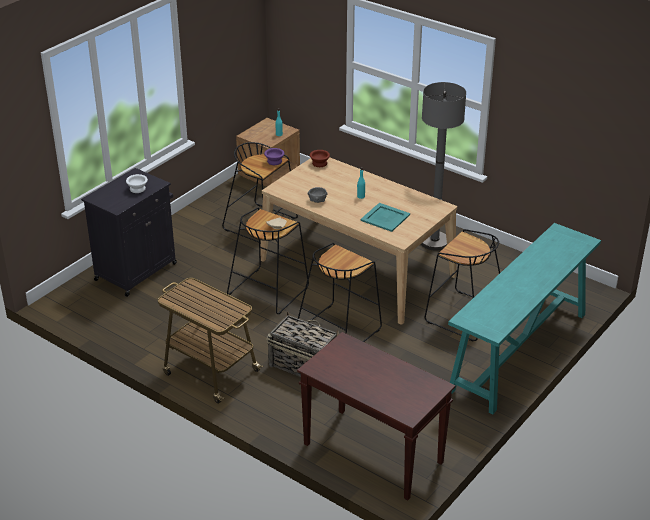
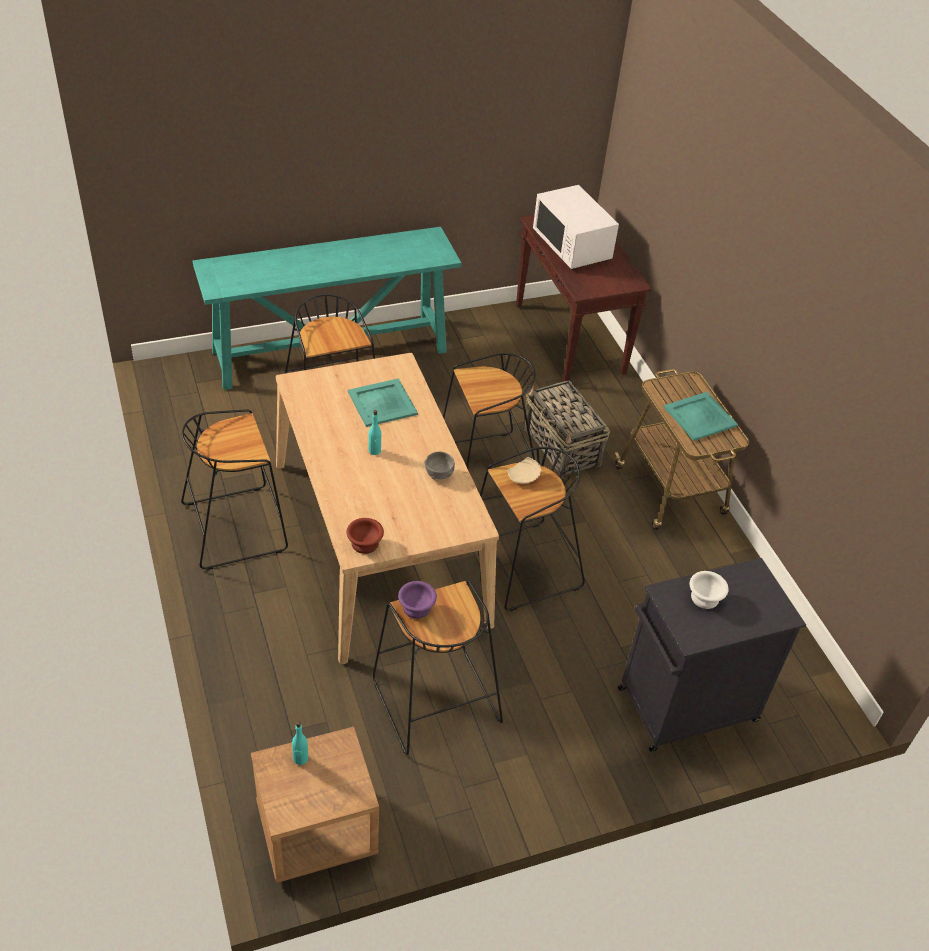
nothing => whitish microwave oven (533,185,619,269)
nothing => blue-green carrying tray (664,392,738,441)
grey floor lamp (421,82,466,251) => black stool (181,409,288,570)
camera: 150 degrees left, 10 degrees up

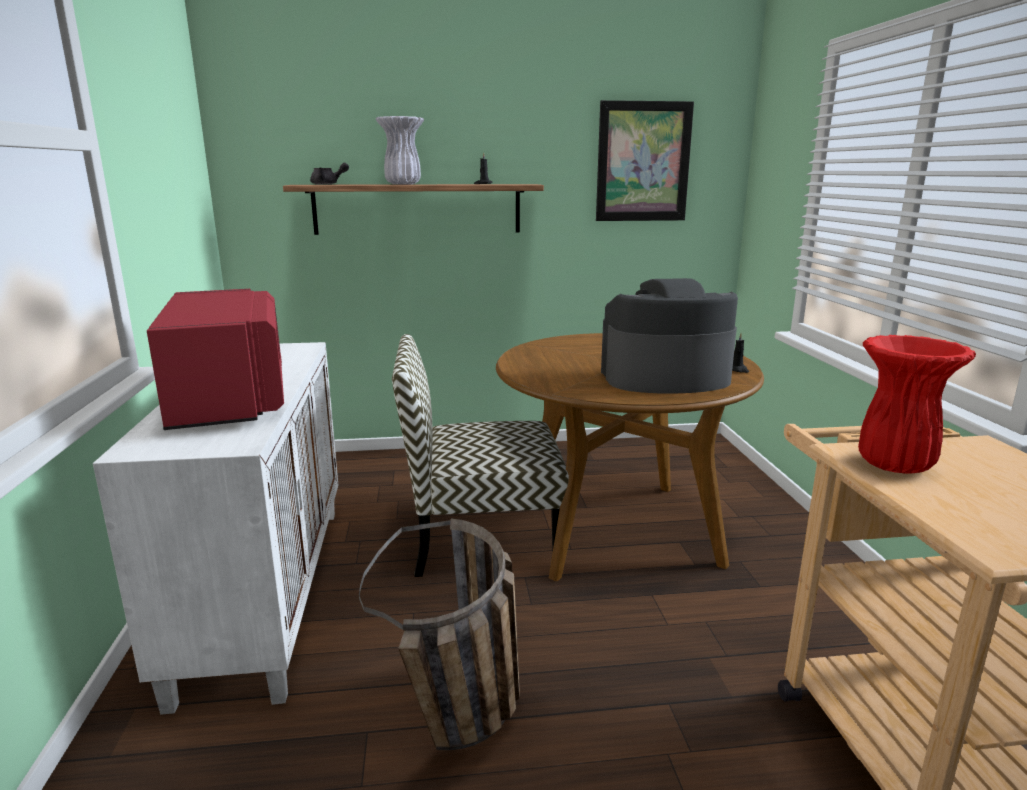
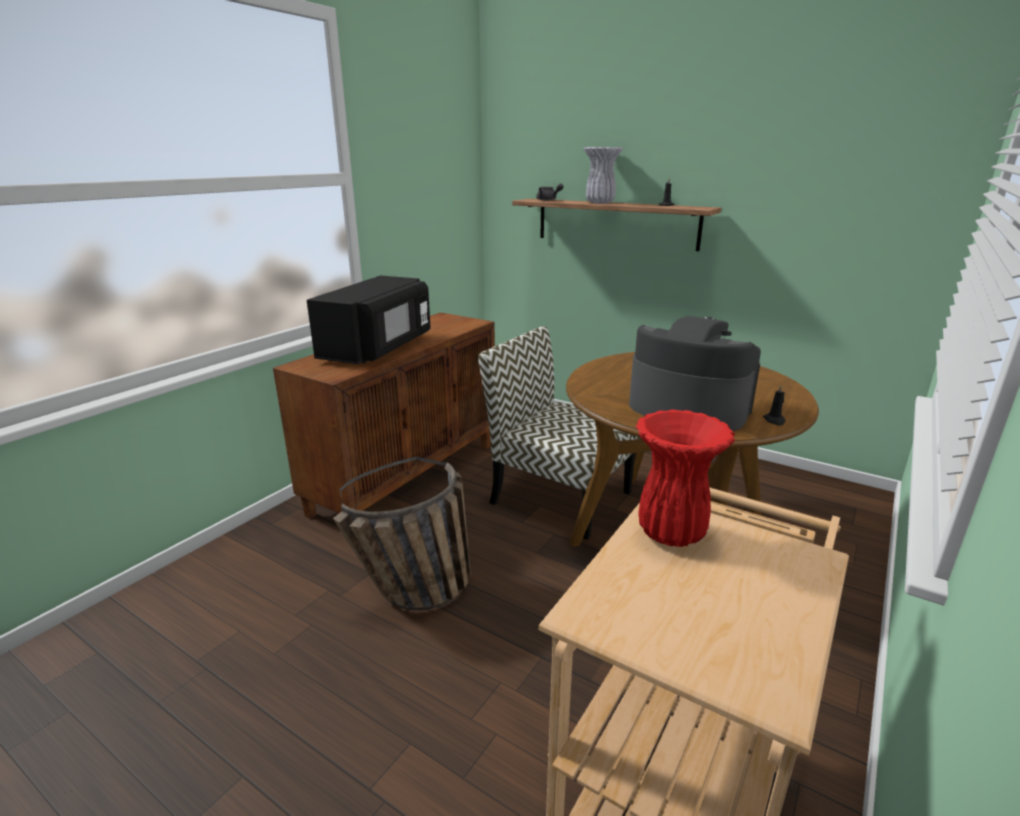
wall art (596,100,694,221) => nothing
whitish storage cabinet (93,342,338,715) => brownish storage cabinet (273,312,495,519)
red-coloured microwave oven (147,289,284,430) => black microwave oven (307,275,431,364)
camera: 40 degrees right, 5 degrees up

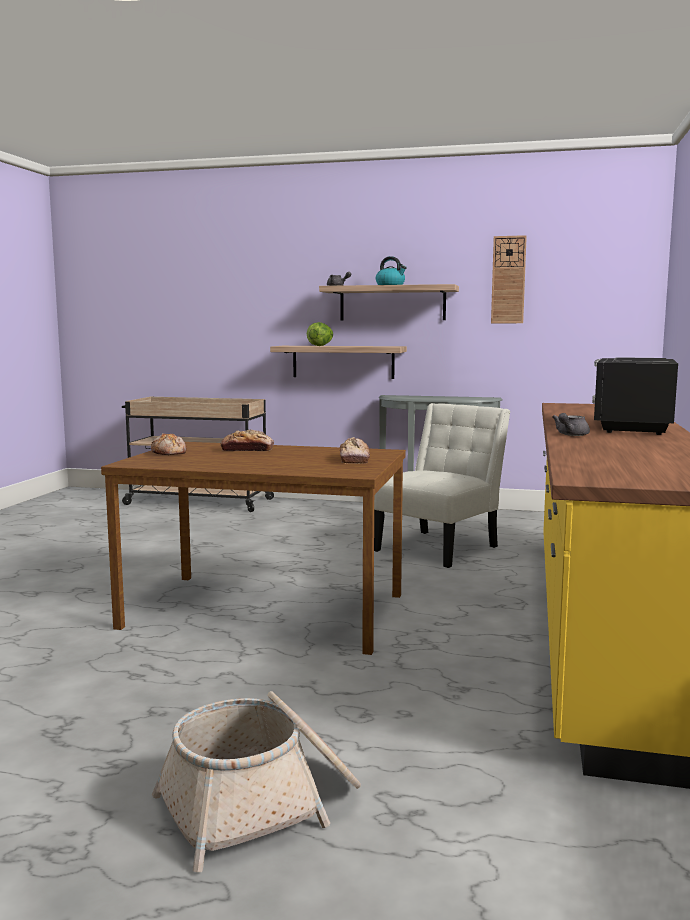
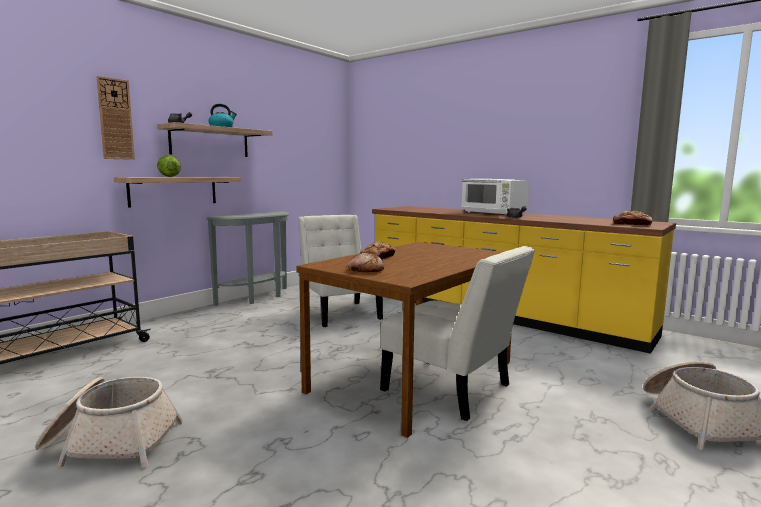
nothing => household basket (35,377,183,468)
nothing => whitish upright chair (380,246,535,421)
baked bread (340,437,370,464) => baked bread (613,211,653,226), moved
clock on the wall (491,235,527,323) => clock on the wall (96,76,135,160), moved
black microwave oven (592,357,678,435) => whitish microwave oven (461,179,530,214)
camera: 65 degrees left, 0 degrees up

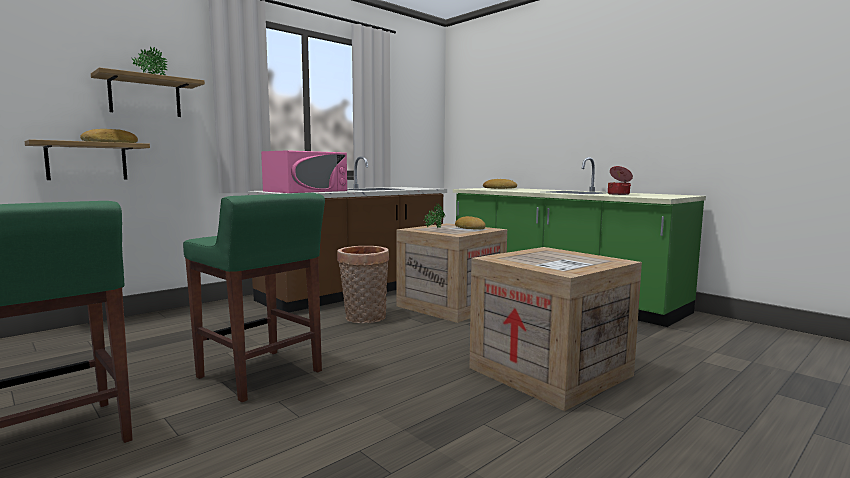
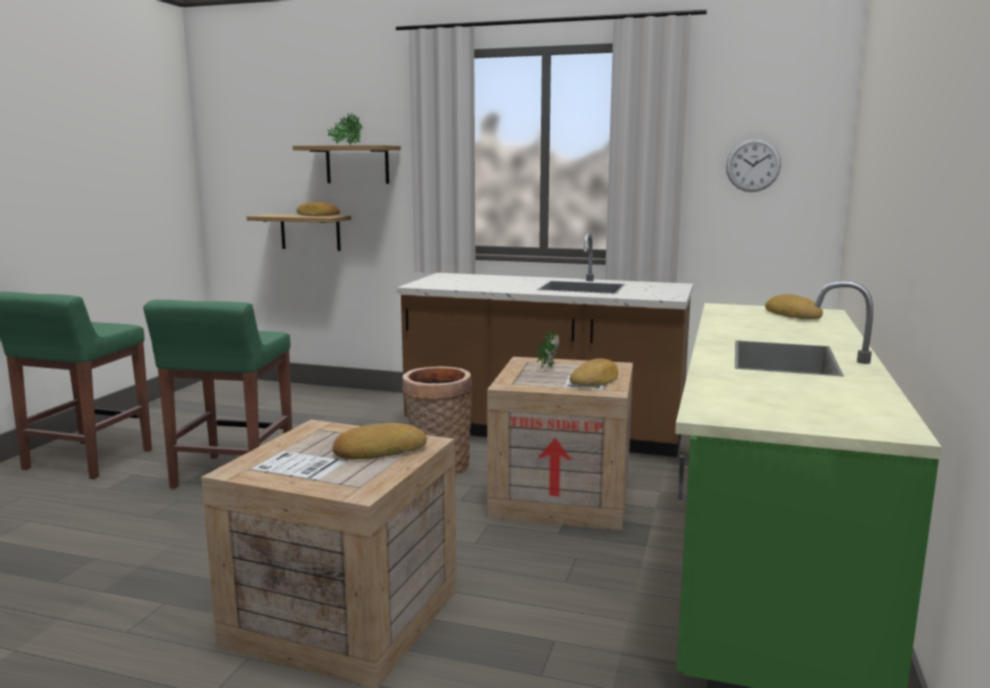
pinkish microwave oven (261,150,347,193) => nothing
saucepot (608,166,633,195) => nothing
nothing => baked bread (332,423,427,459)
nothing => clock on the wall (726,138,781,192)
camera: 60 degrees right, 5 degrees up

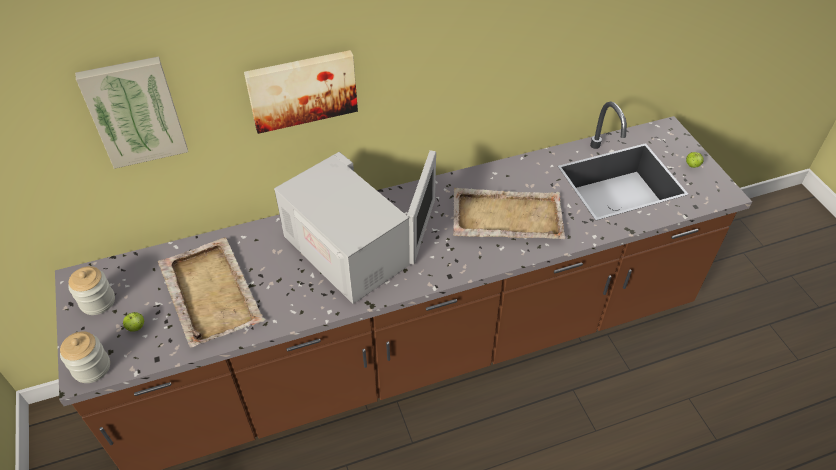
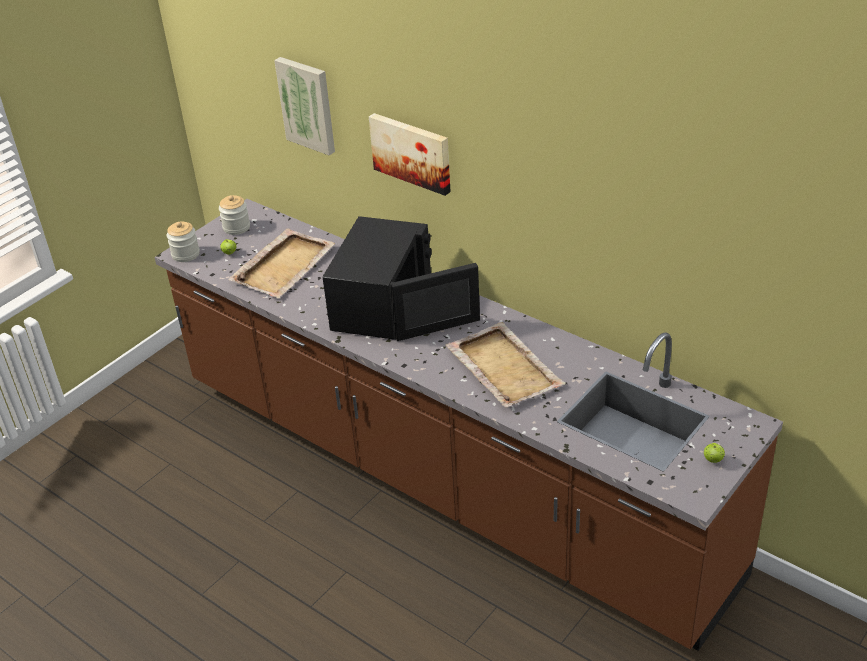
whitish microwave oven (274,150,436,304) => black microwave oven (322,216,480,341)
camera: 60 degrees right, 10 degrees down

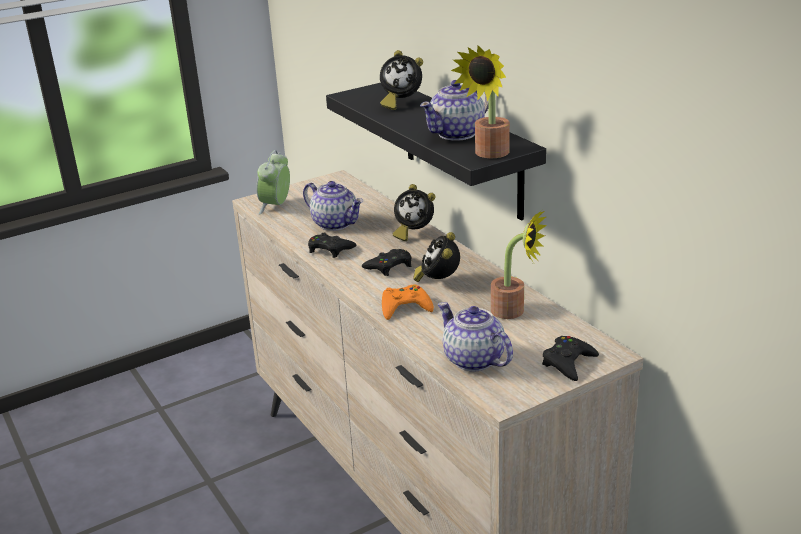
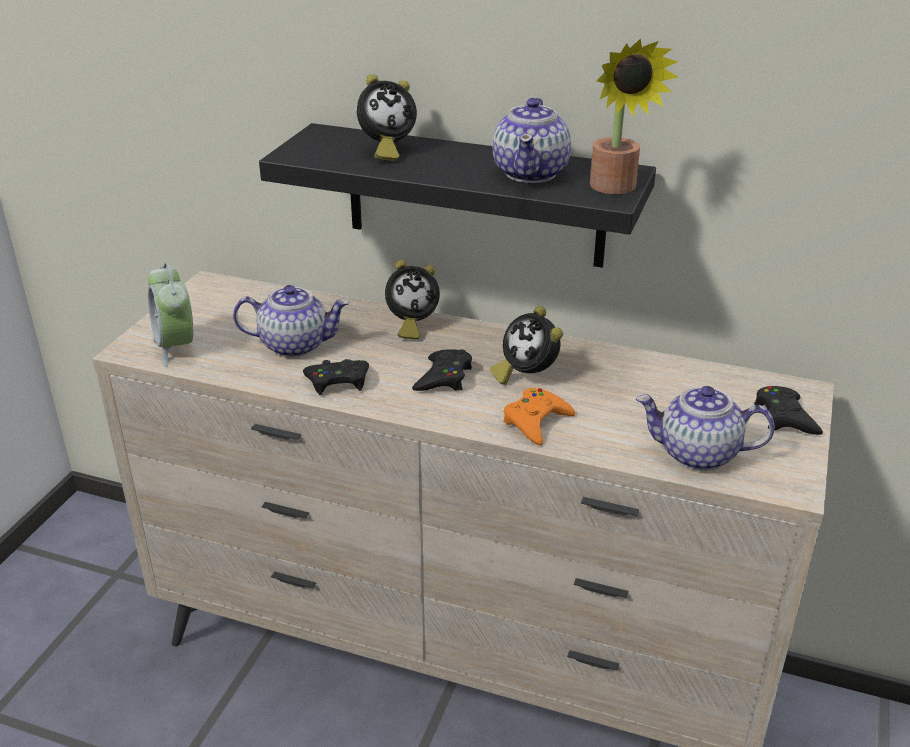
houseplant (491,211,547,319) => nothing
camera: 40 degrees left, 5 degrees up

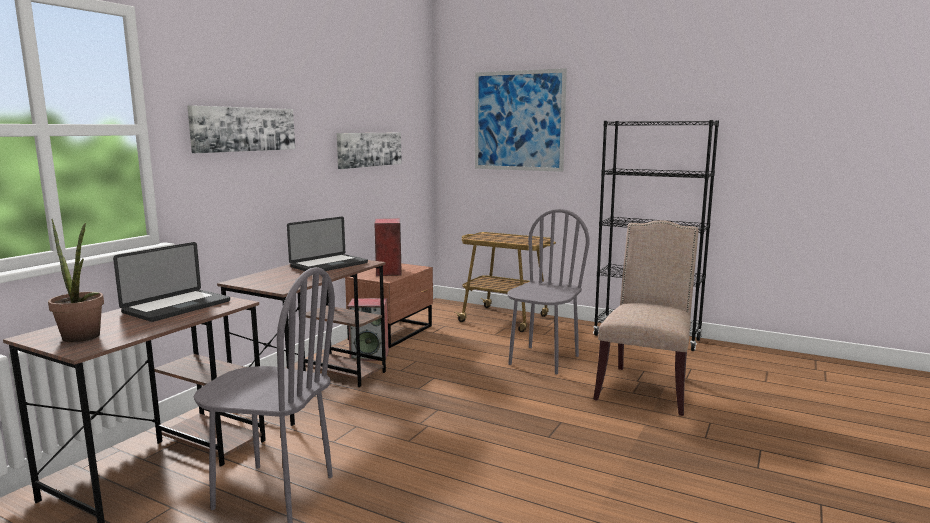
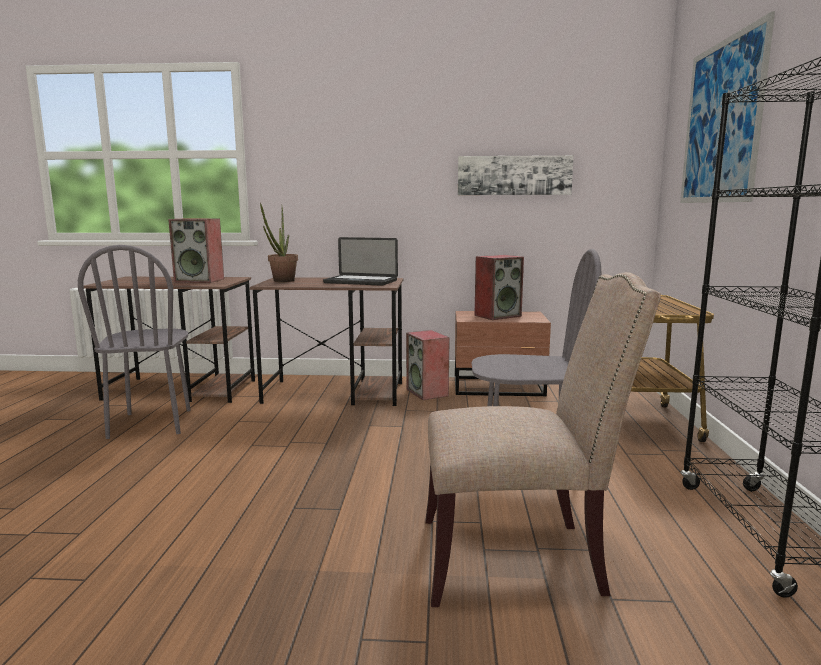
wall art (187,105,295,153) => nothing
houseplant (48,219,104,343) => houseplant (260,203,298,282), moved
laptop (113,242,230,322) => loudspeaker (168,219,224,283)
camera: 65 degrees right, 0 degrees up

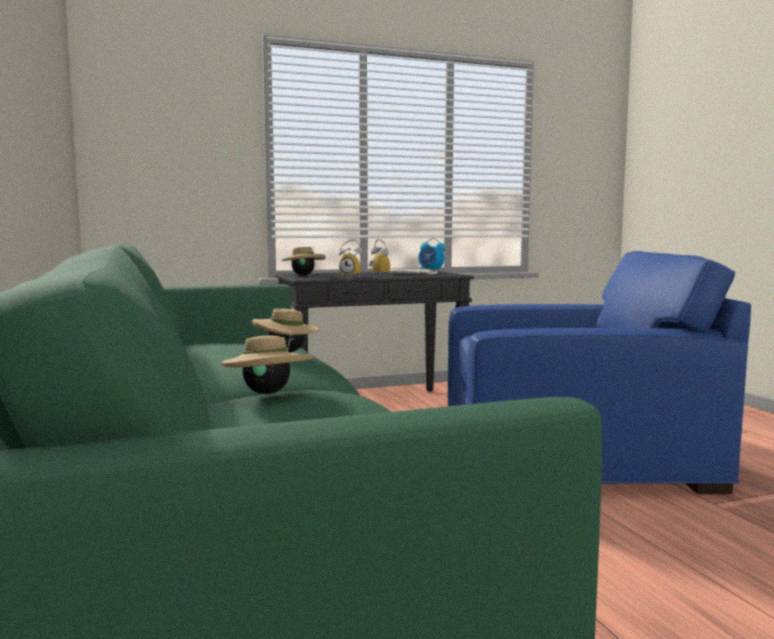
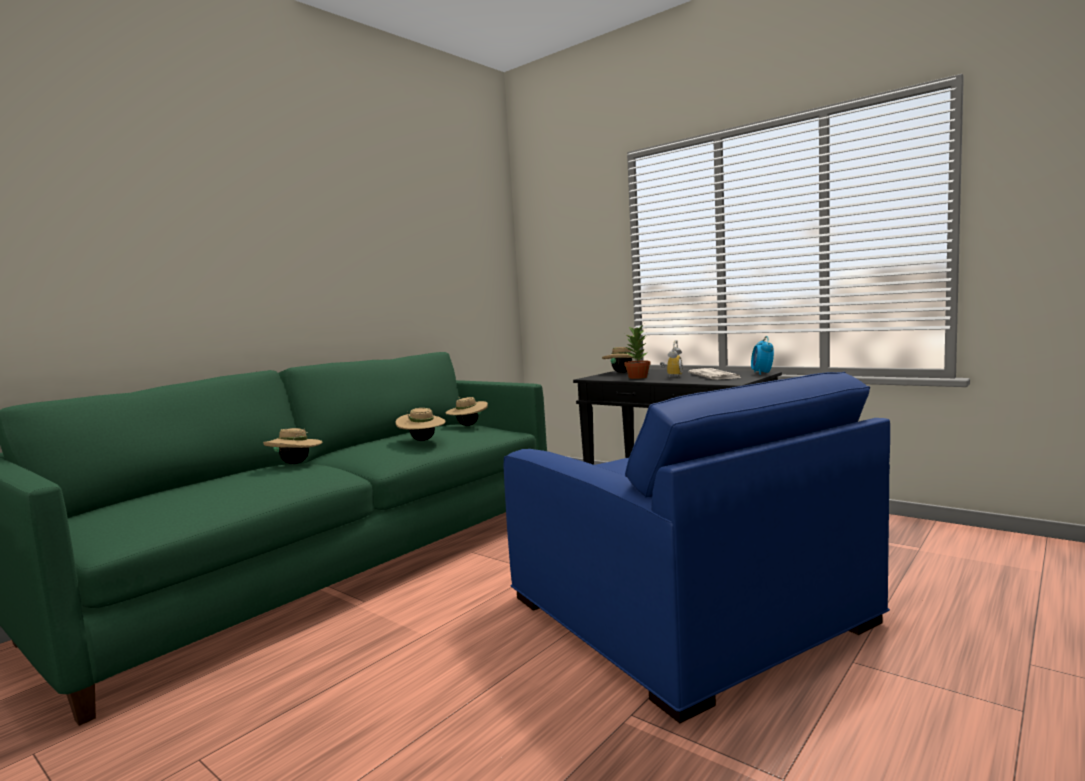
nothing => beige-coloured wearable hat (445,397,488,426)
bedside clock (339,239,363,276) => houseplant (624,324,651,379)
camera: 60 degrees right, 0 degrees up

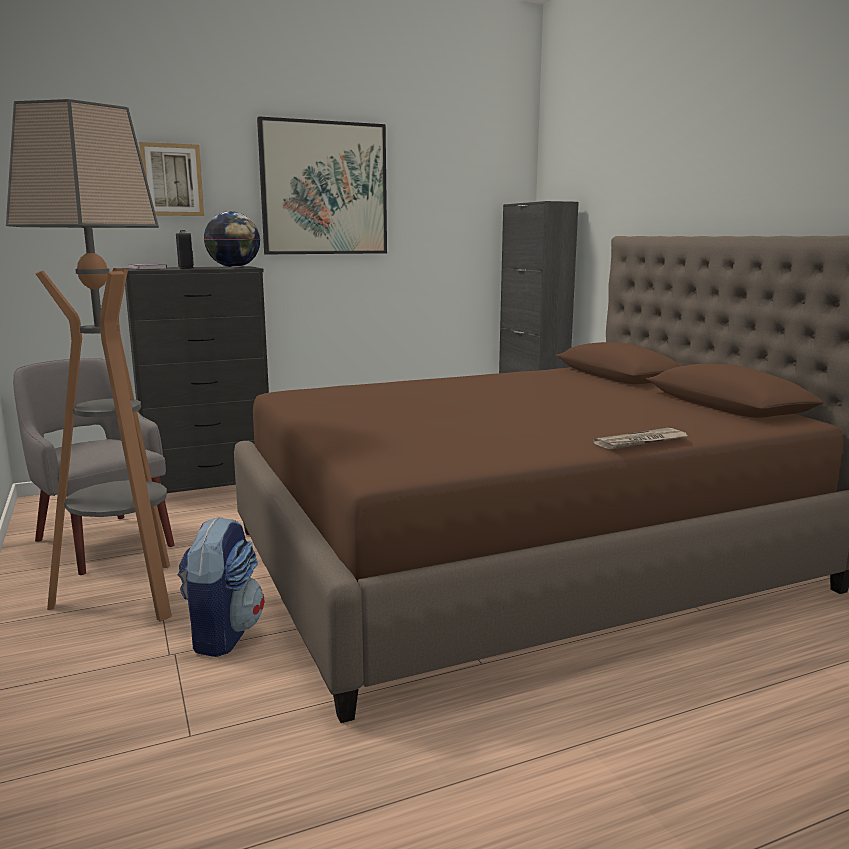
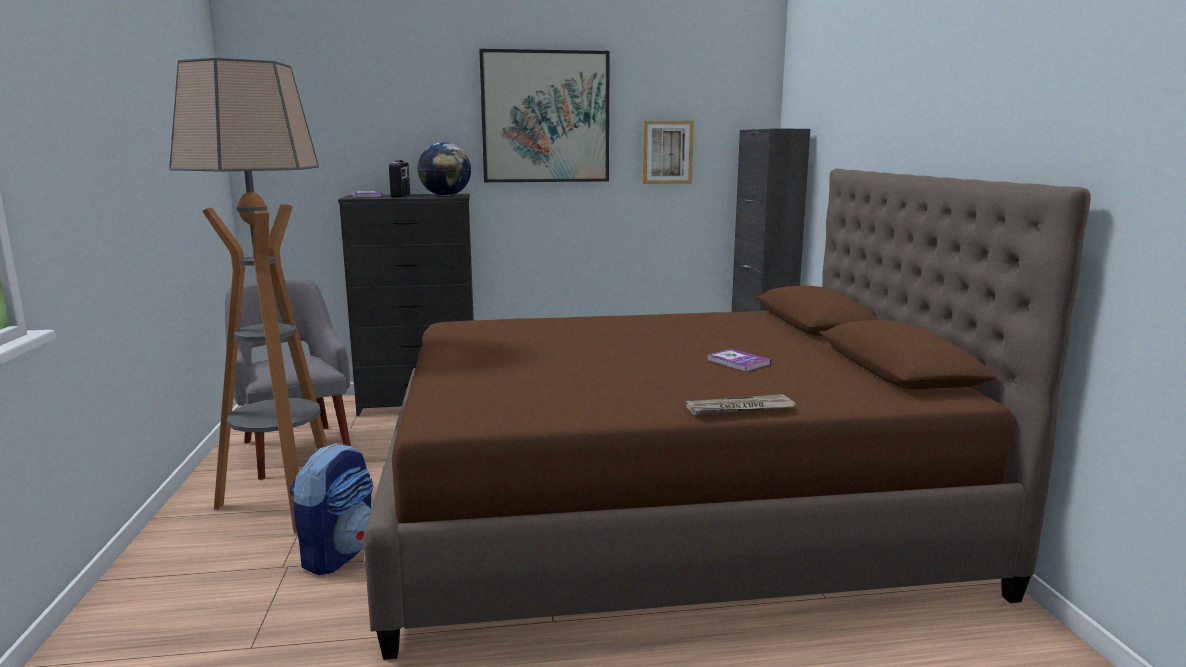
nothing => volume (707,349,771,372)
wall art (139,142,204,216) => wall art (642,121,694,184), moved
camera: 15 degrees right, 0 degrees up

